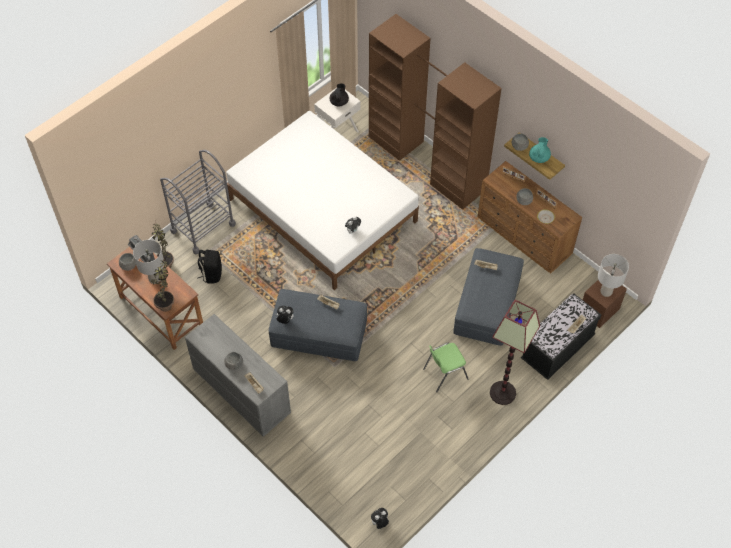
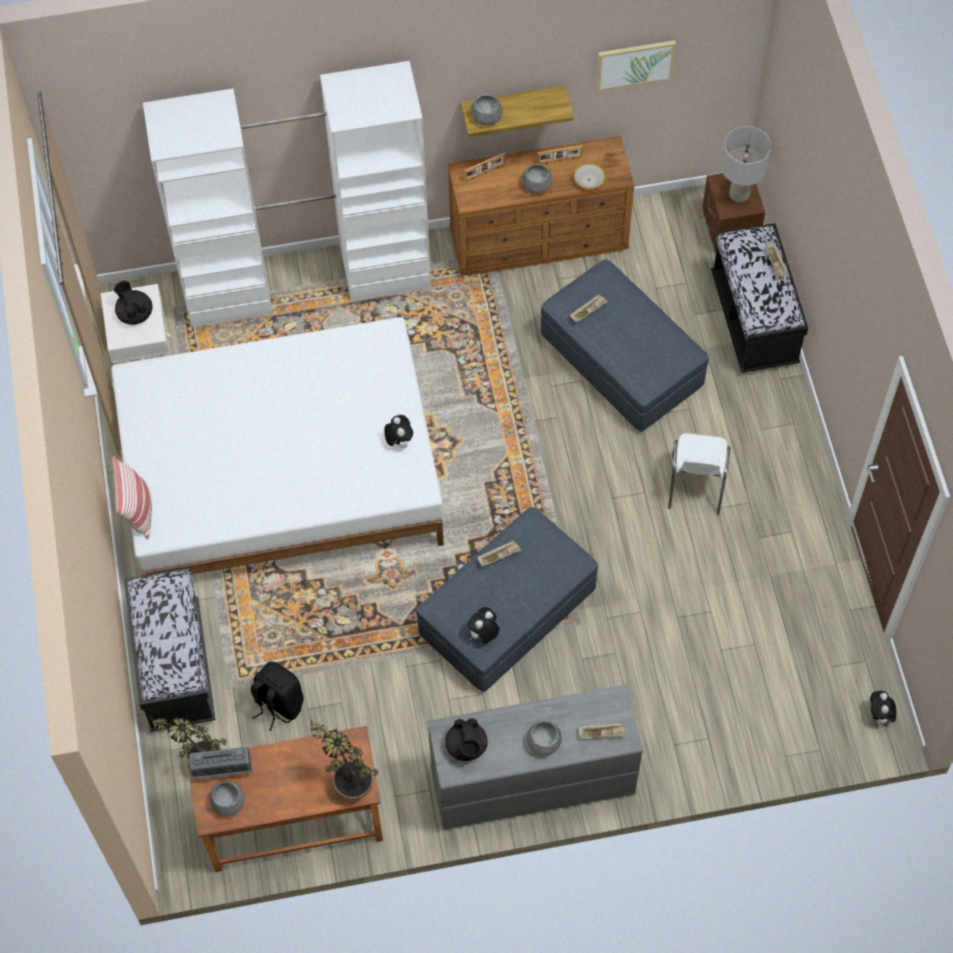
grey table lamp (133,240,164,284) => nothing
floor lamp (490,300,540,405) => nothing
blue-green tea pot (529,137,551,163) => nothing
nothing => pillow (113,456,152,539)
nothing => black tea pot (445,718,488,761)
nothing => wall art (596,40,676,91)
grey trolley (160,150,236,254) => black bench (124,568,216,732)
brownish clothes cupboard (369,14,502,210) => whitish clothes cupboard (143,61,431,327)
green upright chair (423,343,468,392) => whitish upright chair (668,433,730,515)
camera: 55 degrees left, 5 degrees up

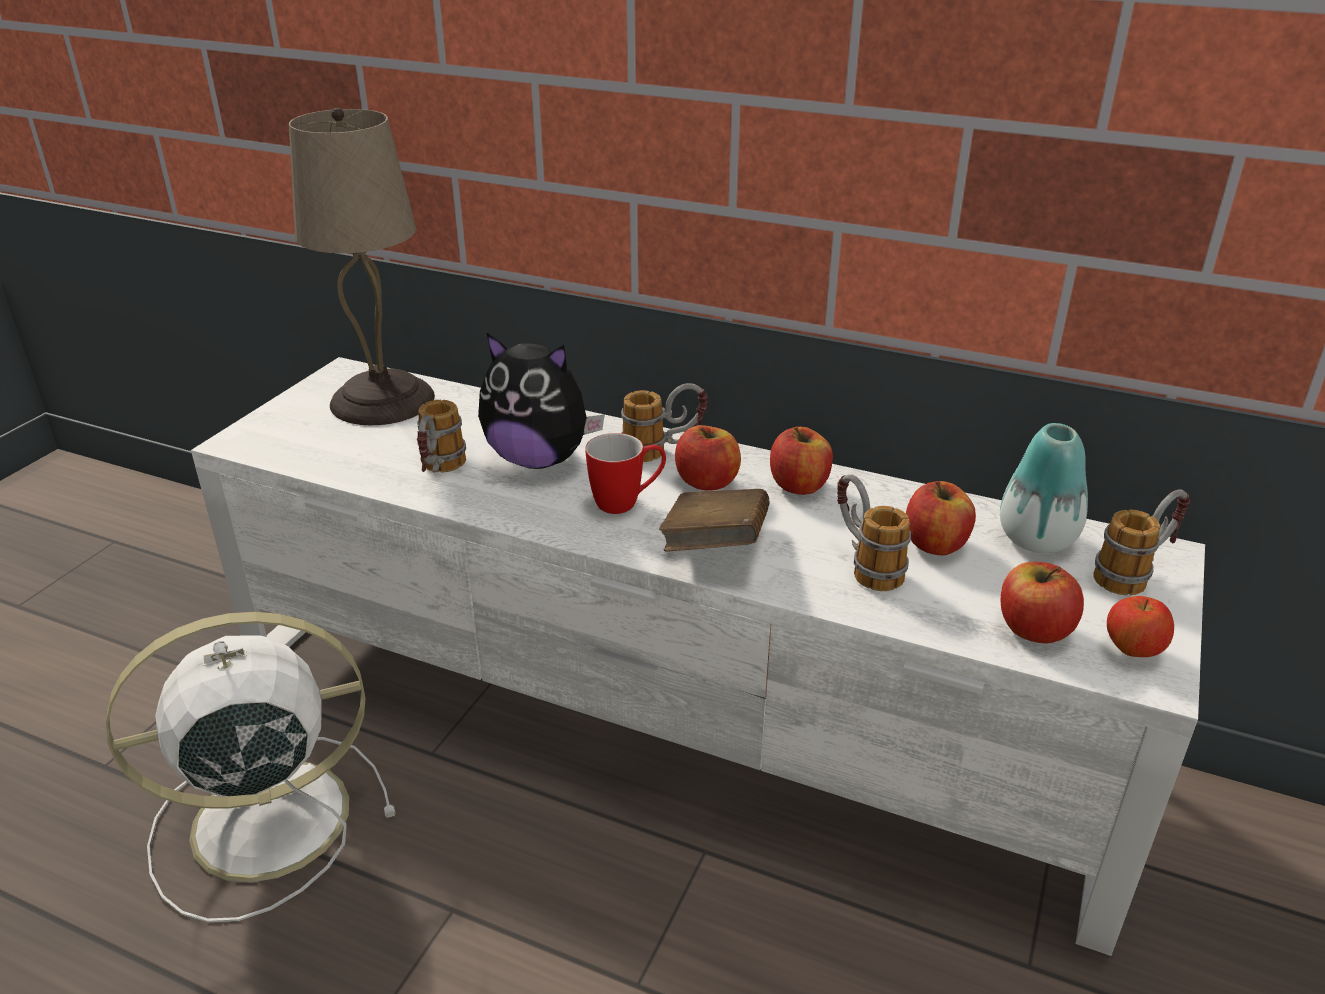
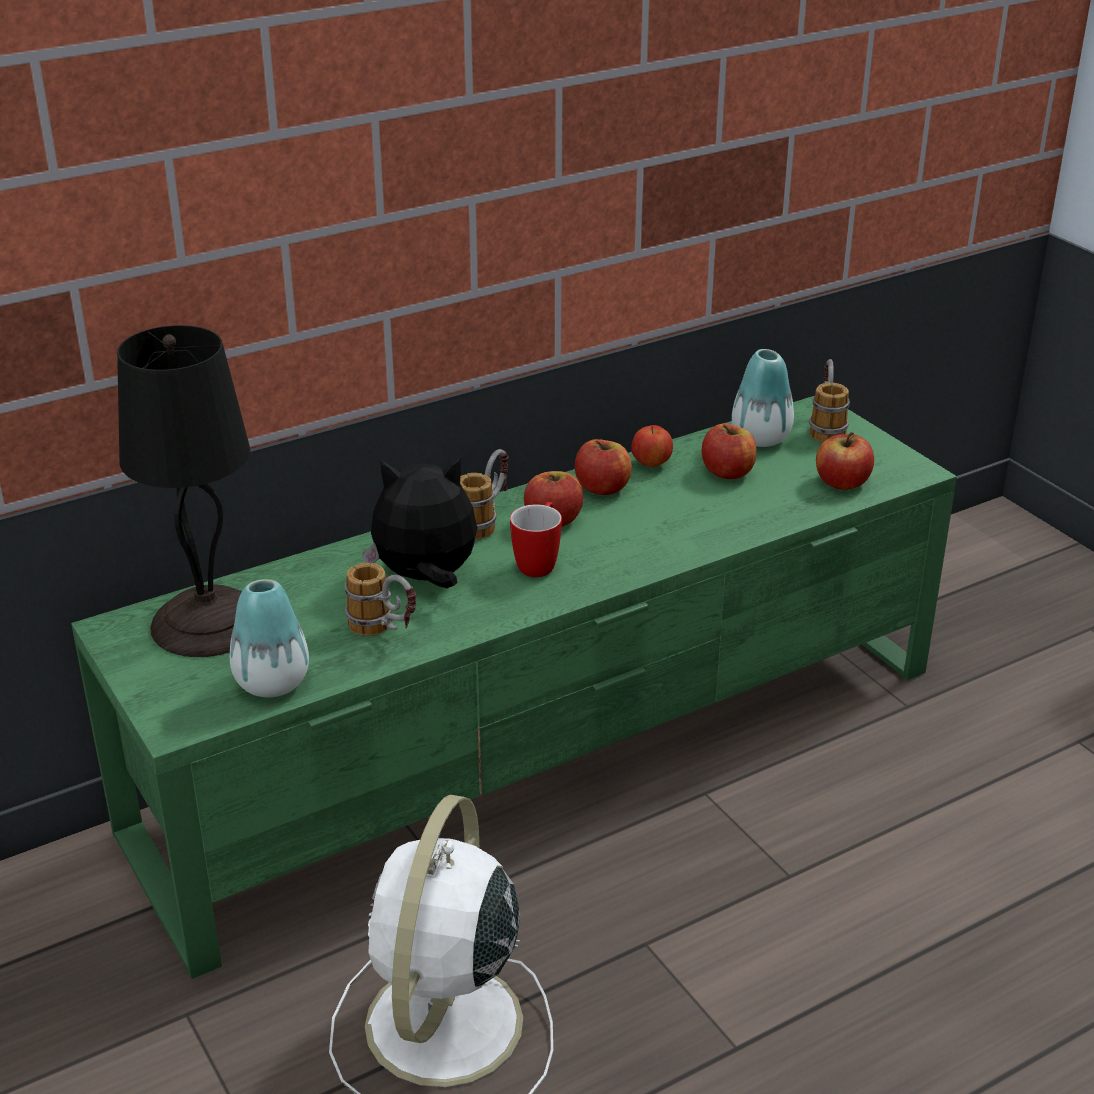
brownish volume (659,489,770,552) => nothing
mug (837,474,911,591) => nothing
nothing => vase (230,579,309,697)
whole apple (1107,596,1174,657) => whole apple (631,425,673,468), moved
whitish tv unit (191,357,1205,956) => green tv unit (71,396,957,979)
beige-coloured table lamp (289,108,435,425) => black table lamp (117,325,250,657)
cuddly toy (478,332,605,469) => cuddly toy (362,456,477,588), 150 degrees counterclockwise
camera: 55 degrees left, 0 degrees up

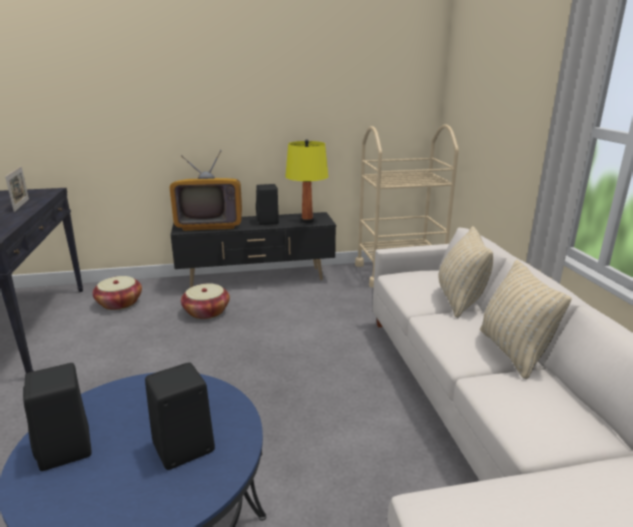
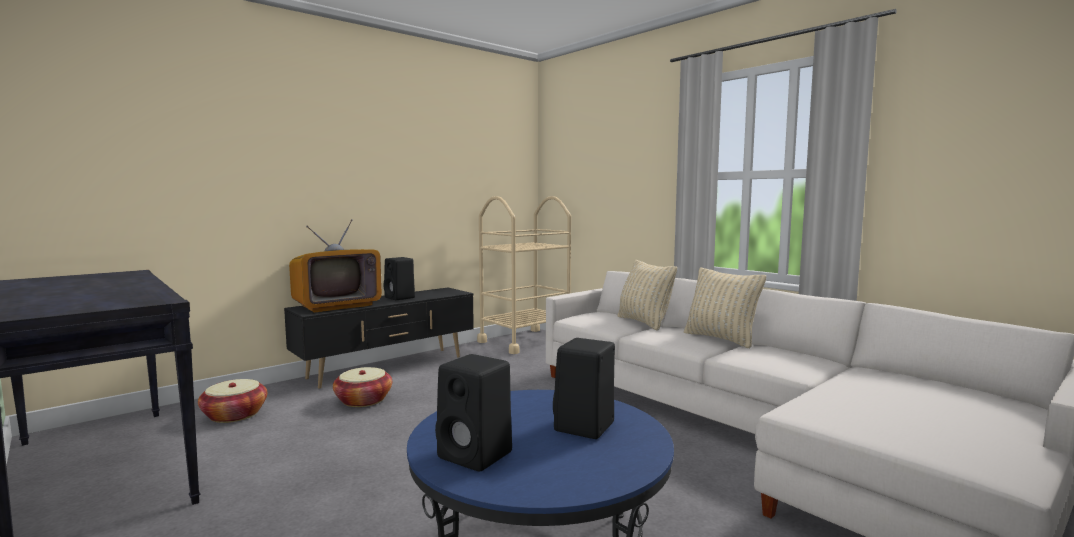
picture frame (5,166,29,212) => nothing
yellowish table lamp (285,140,328,223) => nothing
camera: 30 degrees left, 15 degrees down

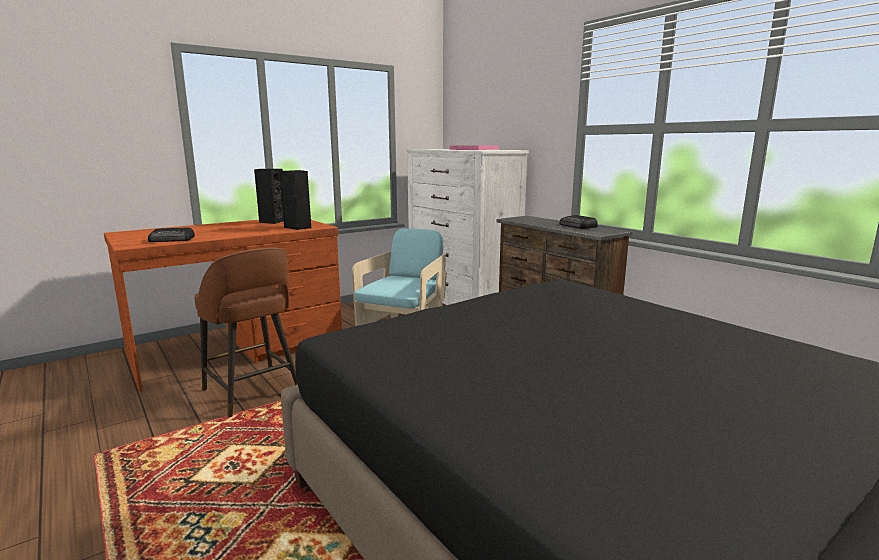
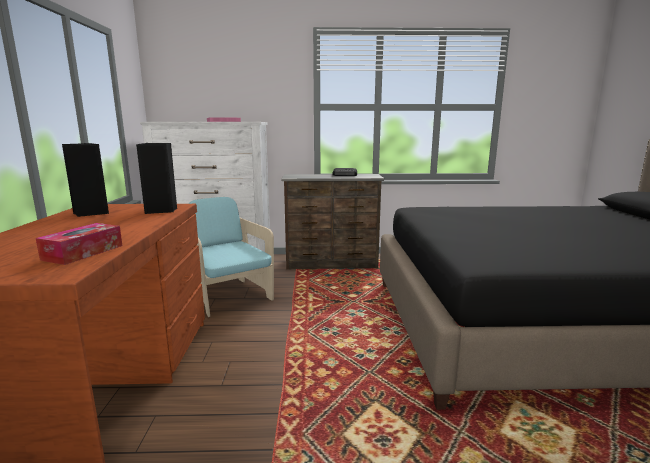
brownish stool (195,248,298,417) => nothing
radio receiver (148,228,195,242) => tissue box (36,223,123,265)
camera: 55 degrees left, 0 degrees up

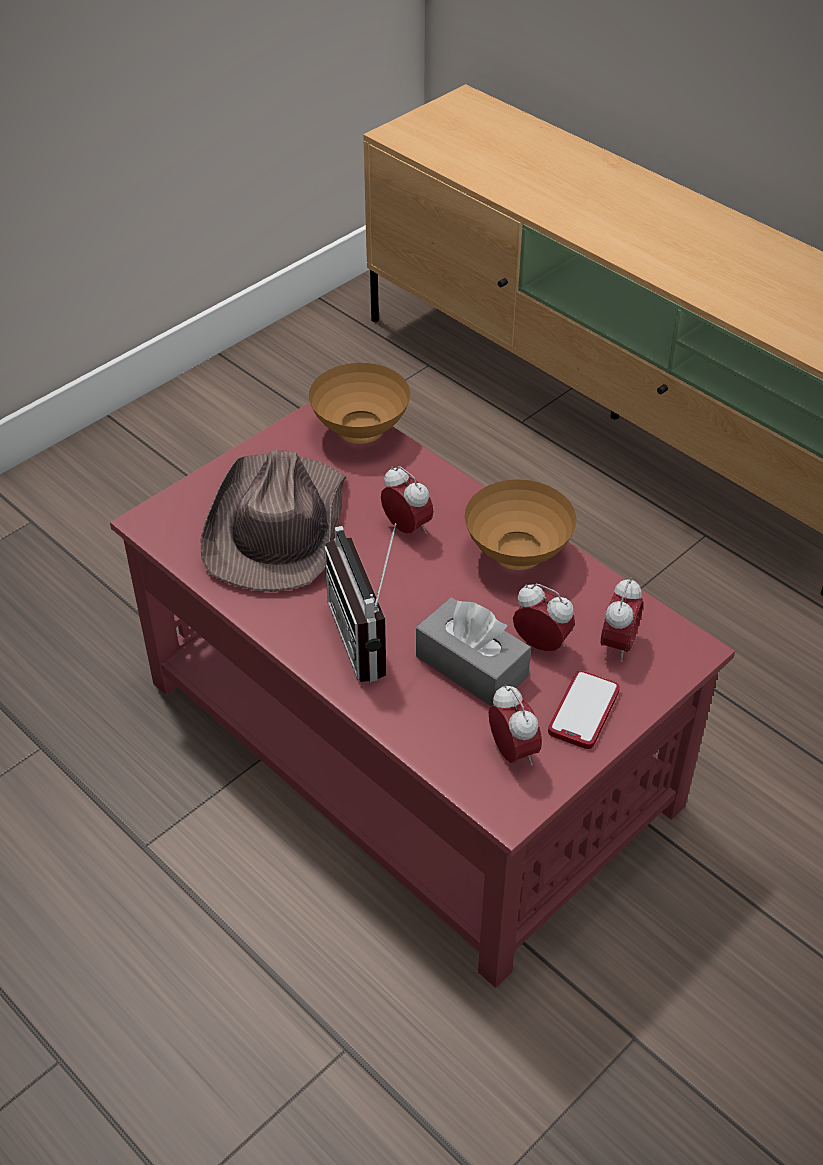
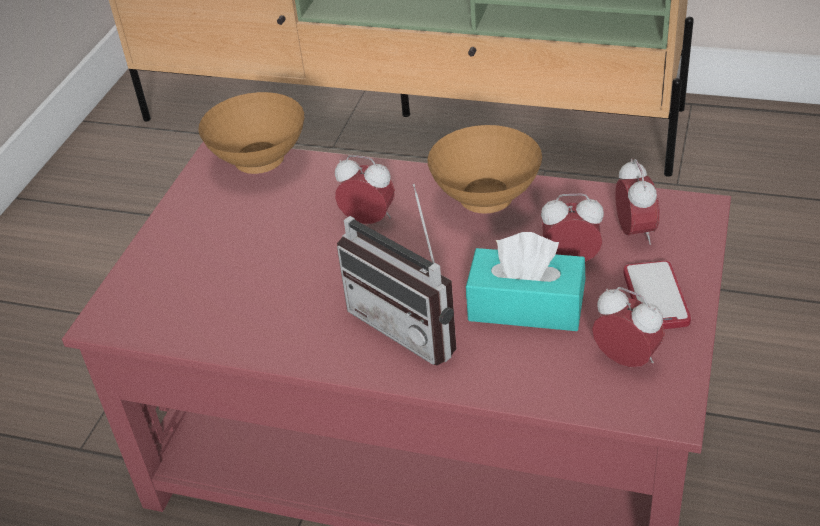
brownish wearable hat (201,450,346,592) => nothing
grey tissue box (416,597,531,706) => blue-green tissue box (466,232,585,331)
camera: 25 degrees left, 5 degrees down

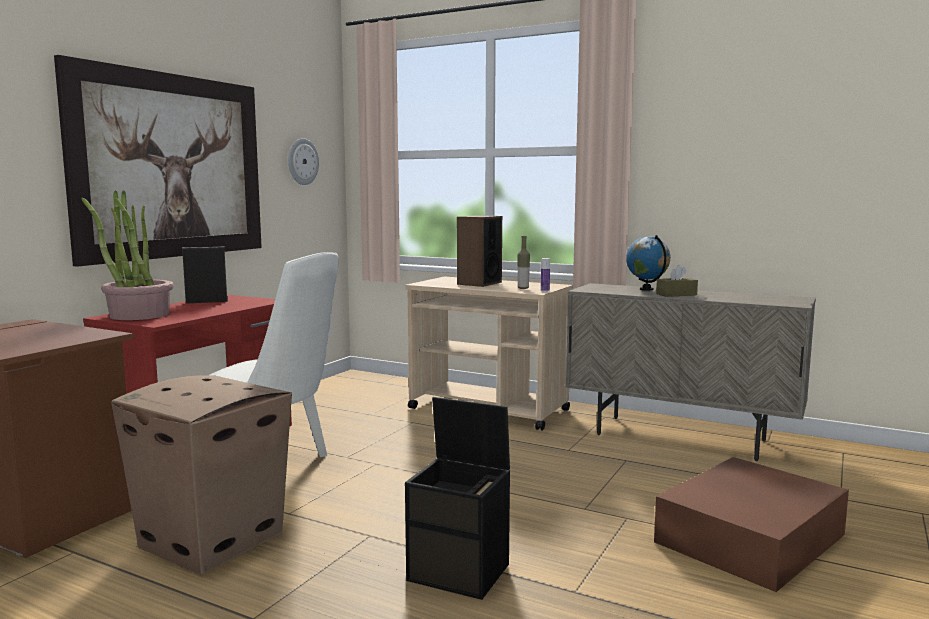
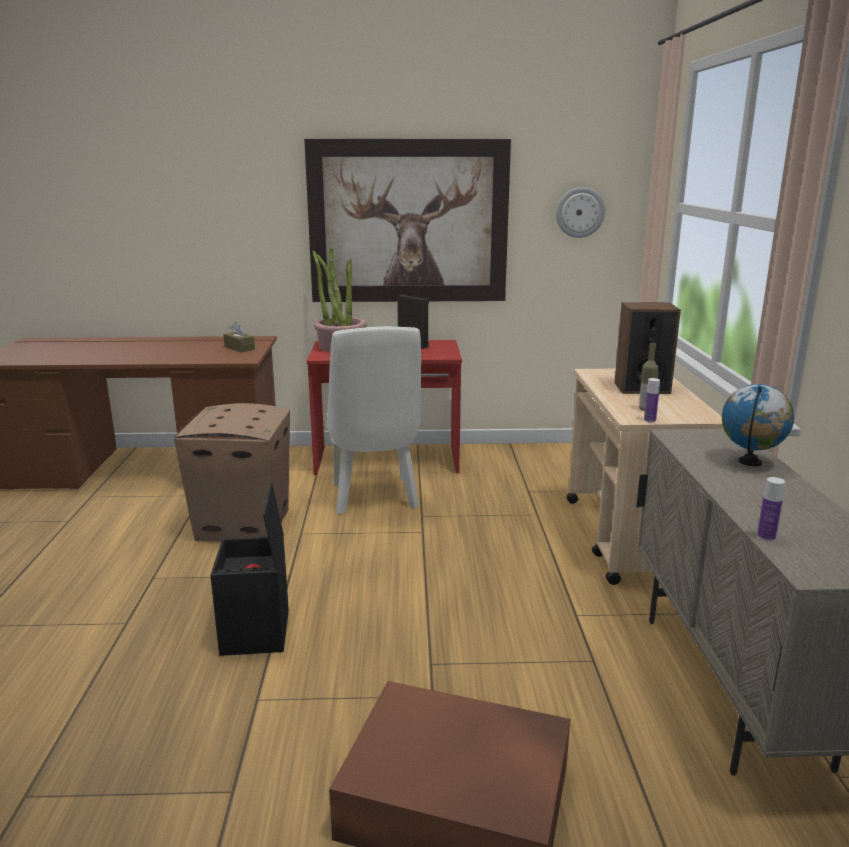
nothing => bottle (757,477,785,542)
brownish tissue box (656,265,698,297) => brownish tissue box (223,322,255,352), moved
camera: 60 degrees right, 10 degrees up

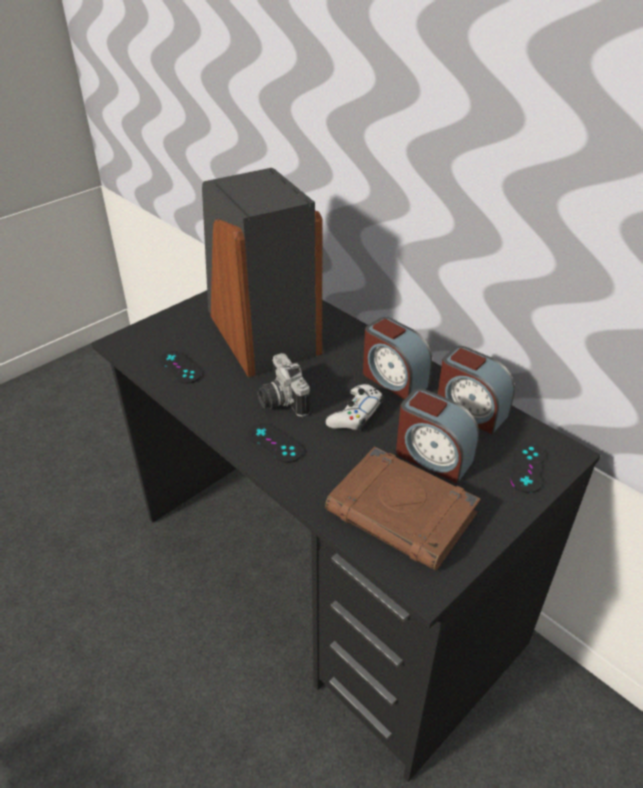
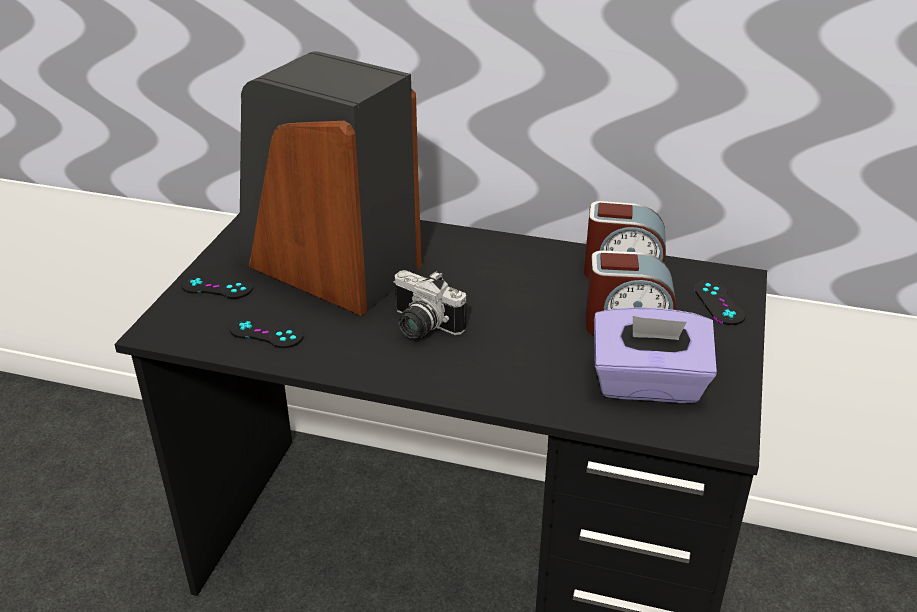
whitish joypad (326,384,383,431) => nothing
bedside clock (363,317,433,400) => nothing
black joypad (248,423,303,463) => black joypad (181,274,253,299), moved
brownish volume (325,447,480,571) => purplish tissue box (594,307,717,403)
camera: 30 degrees left, 5 degrees down

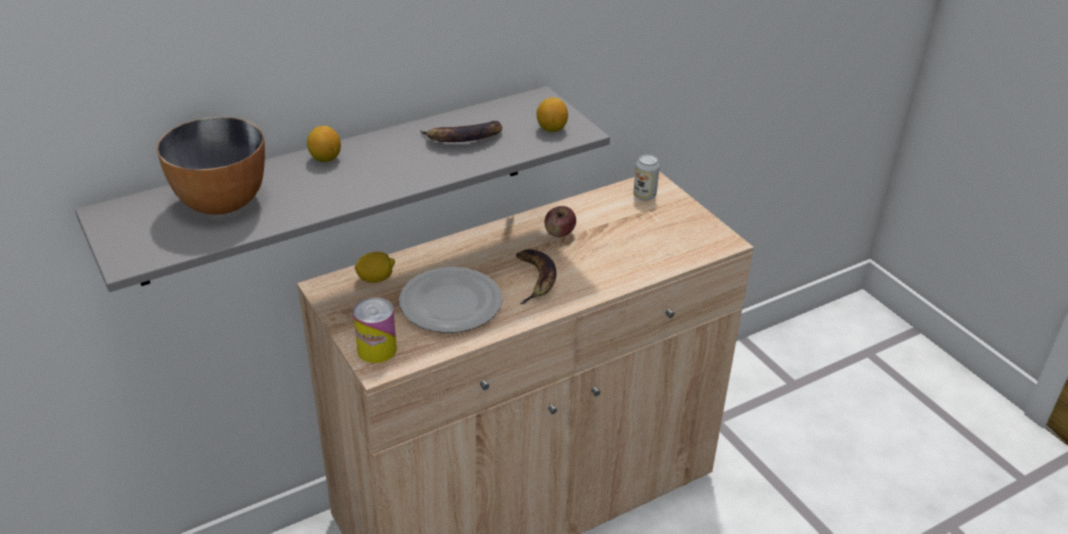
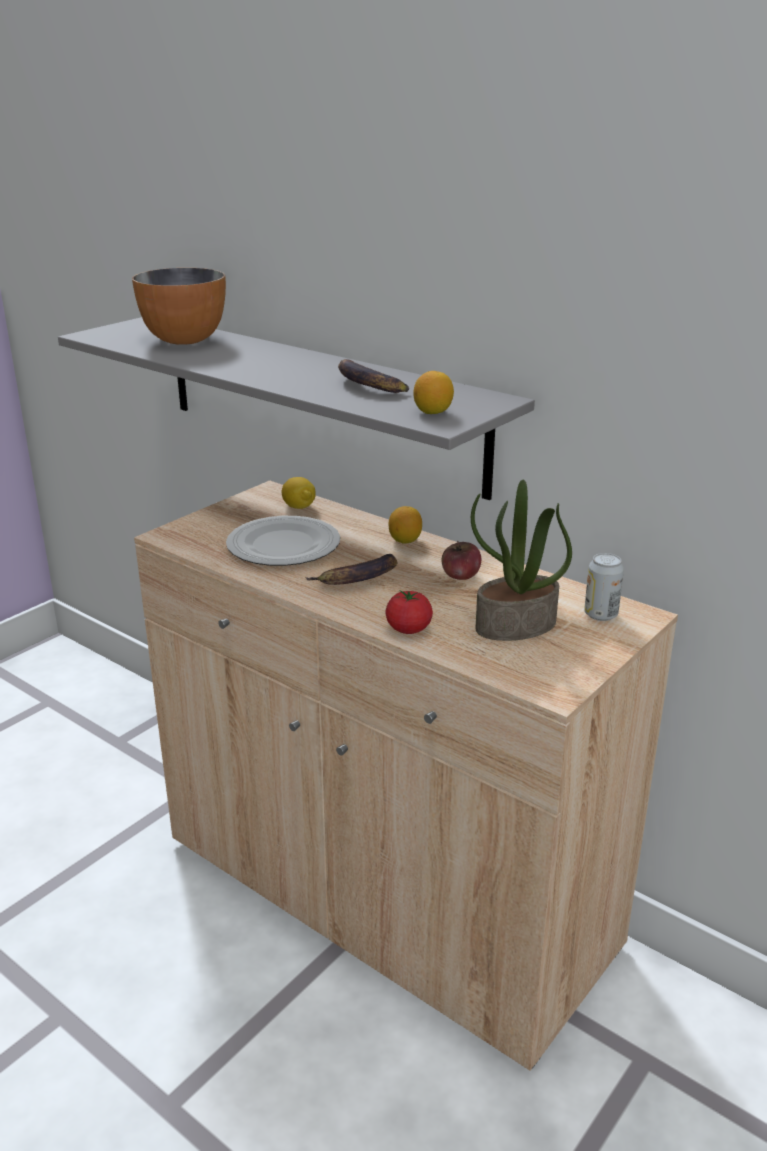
sealed can (353,297,397,363) => nothing
nothing => fresh tomato (385,591,433,634)
nothing => houseplant (471,480,572,641)
whole lemon (307,126,341,162) => whole lemon (389,506,422,543), moved
camera: 70 degrees right, 10 degrees down

